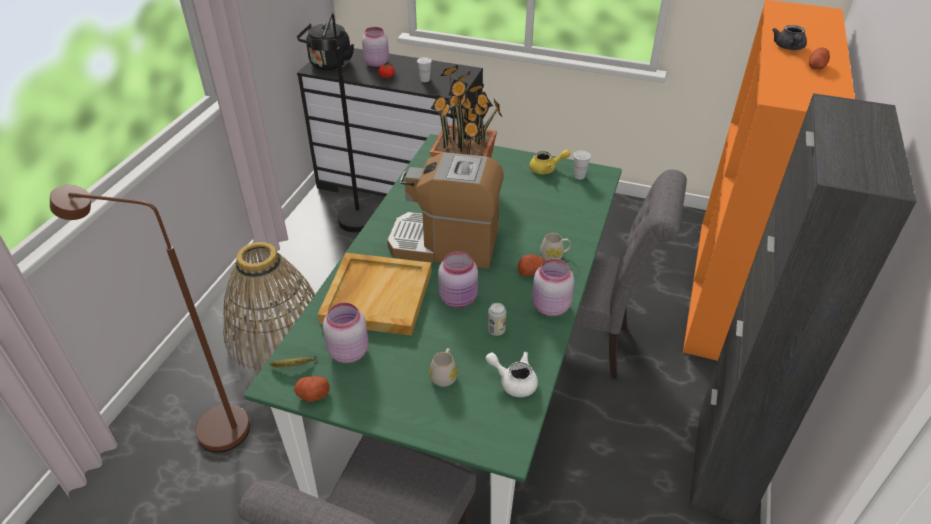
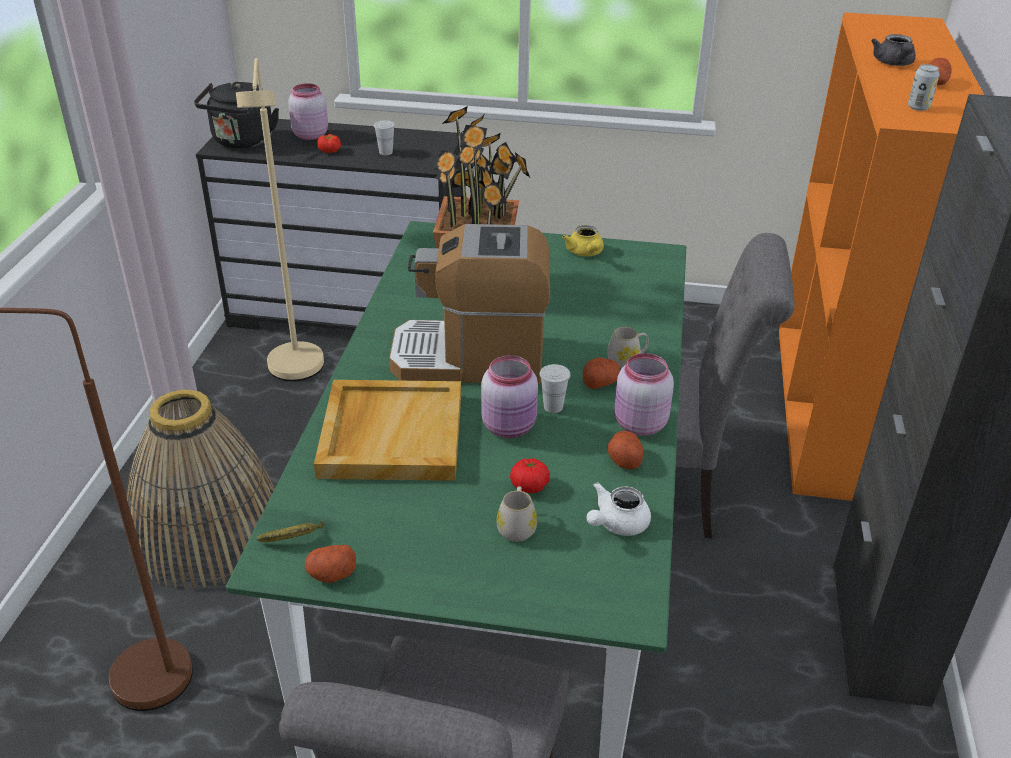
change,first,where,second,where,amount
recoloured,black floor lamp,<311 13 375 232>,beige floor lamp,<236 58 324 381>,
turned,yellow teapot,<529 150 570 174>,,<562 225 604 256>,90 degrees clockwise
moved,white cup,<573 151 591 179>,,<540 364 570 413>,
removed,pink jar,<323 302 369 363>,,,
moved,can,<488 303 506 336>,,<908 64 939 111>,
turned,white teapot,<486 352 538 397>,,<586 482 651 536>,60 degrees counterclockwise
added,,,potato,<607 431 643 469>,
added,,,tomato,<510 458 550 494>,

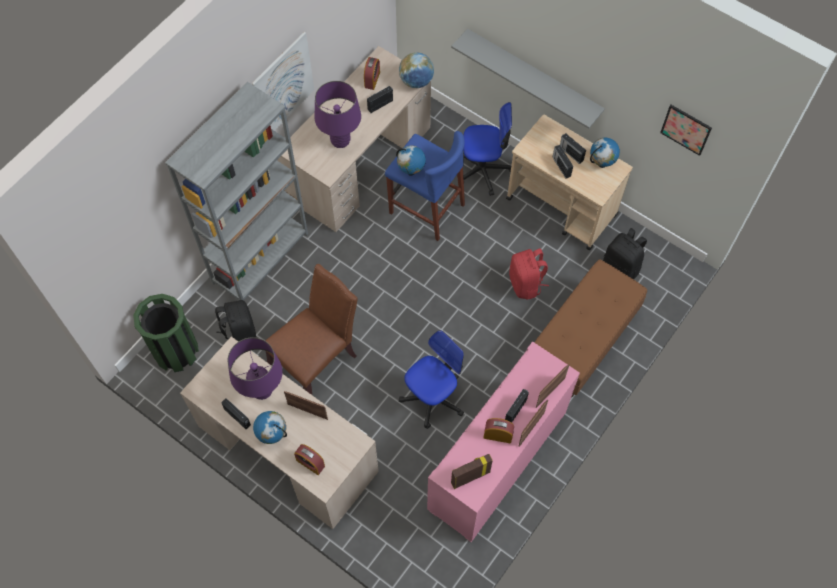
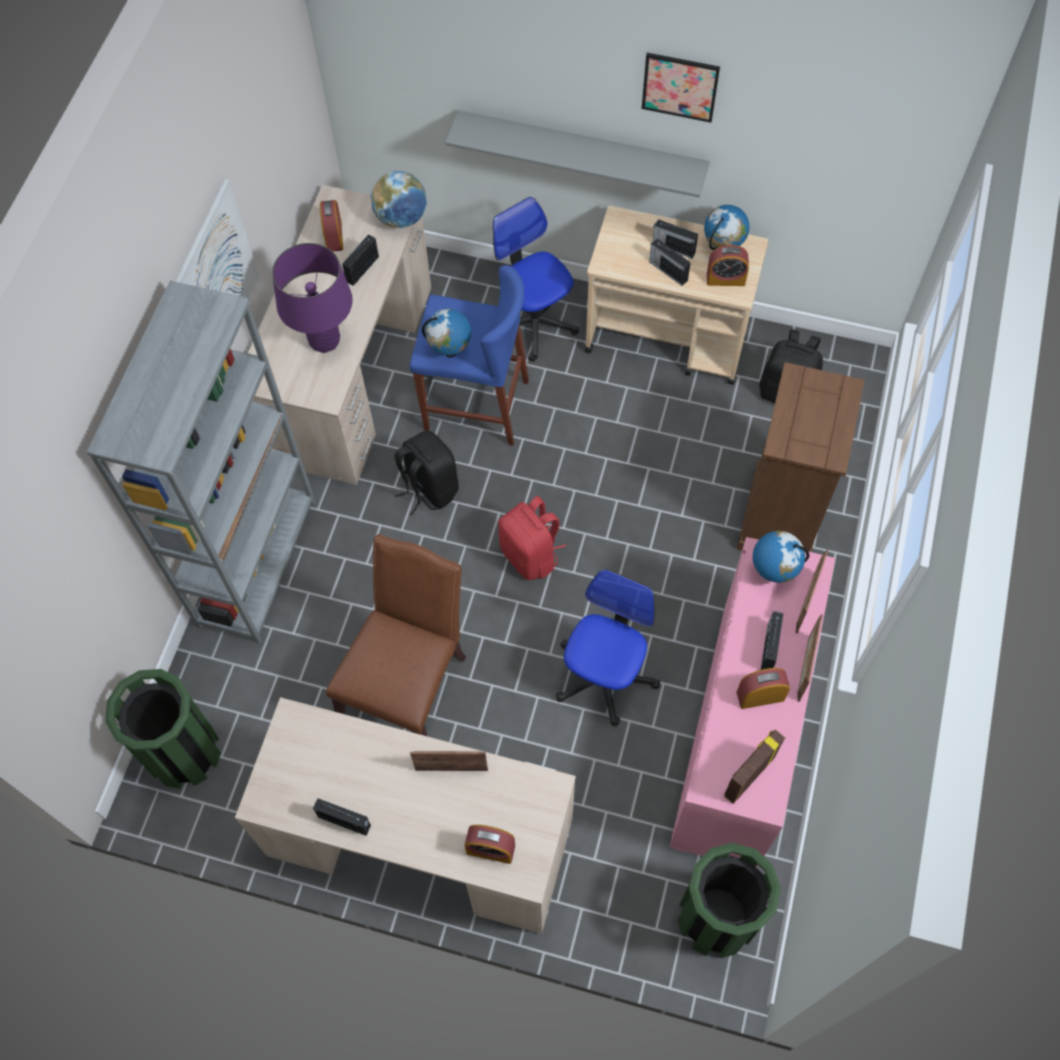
change,first,where,second,where,amount
turned,office chair,<463 102 512 196>,,<493 197 579 362>,105 degrees counterclockwise
moved,picture,<660 105 712 156>,,<642 53 720 123>,
moved,red backpack,<509 249 549 300>,,<498 496 566 580>,
replaced,brown bench,<534 259 647 397>,brown dresser,<737 362 865 552>,
moved,black backpack,<215 300 256 348>,,<394 430 459 515>,
removed,purple table lamp,<228 337 283 400>,,,
moved,globe,<253 411 287 444>,,<753 531 809 583>,
added,,,alarm clock,<707 245 749 286>,
added,,,green trash can,<678 843 781 958>,

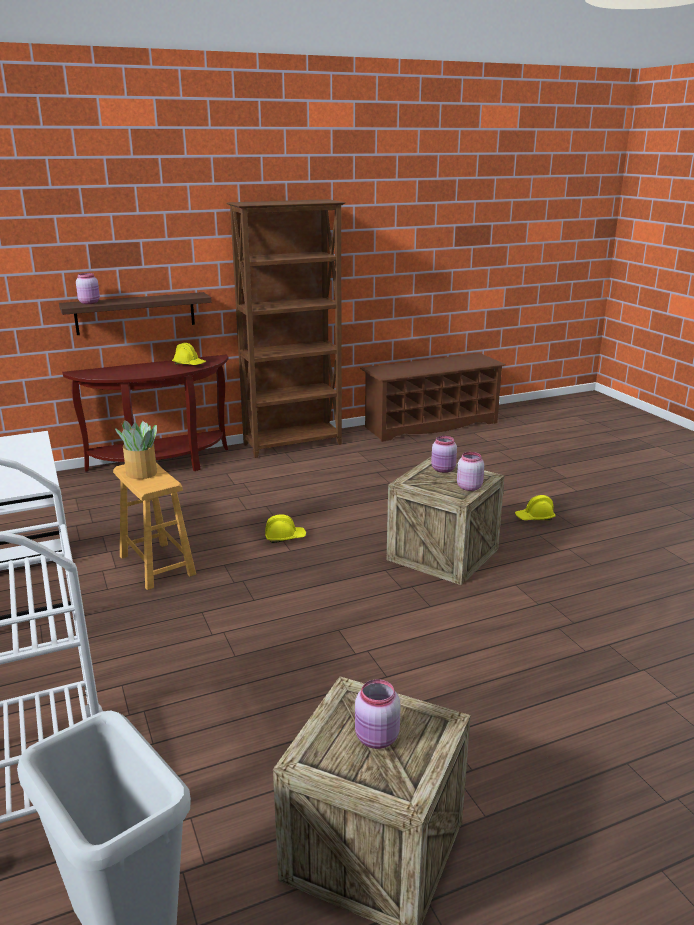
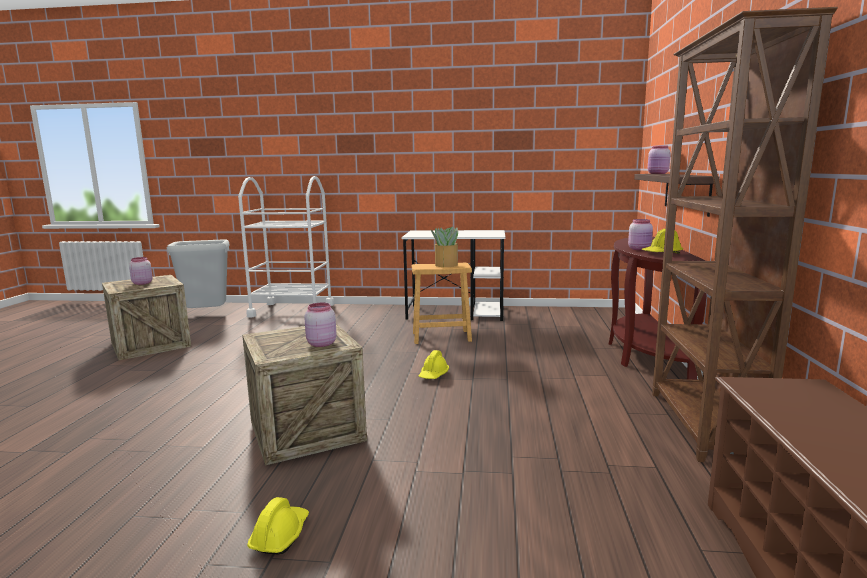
change,first,where,second,where,amount
moved,pink jar,<457 452 484 491>,,<628 219 653 250>,

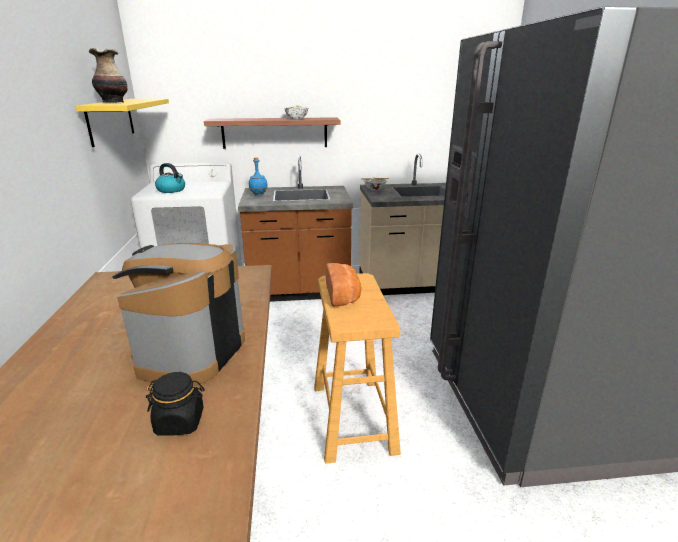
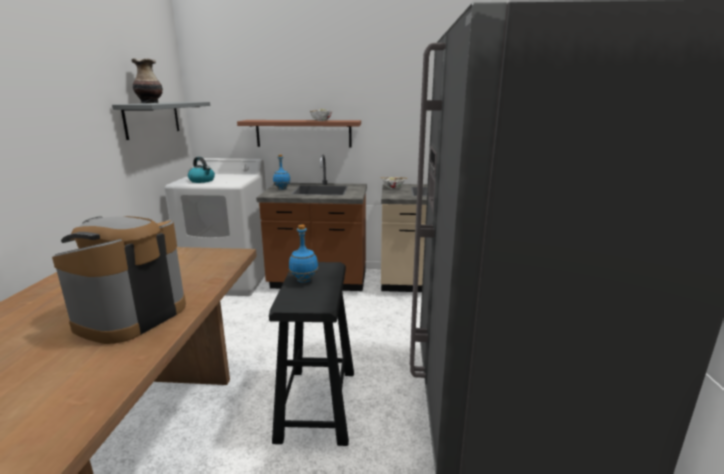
change,first,where,second,where,amount
recoloured,yellow shelf,<76 99 169 147>,grey shelf,<112 102 210 140>,
replaced,bread,<326 263 361 306>,blue bottle,<289 225 318 283>,
recoloured,beige stool,<314 273 401 464>,black stool,<269 262 354 446>,
removed,black jar,<146 372 205 435>,,,

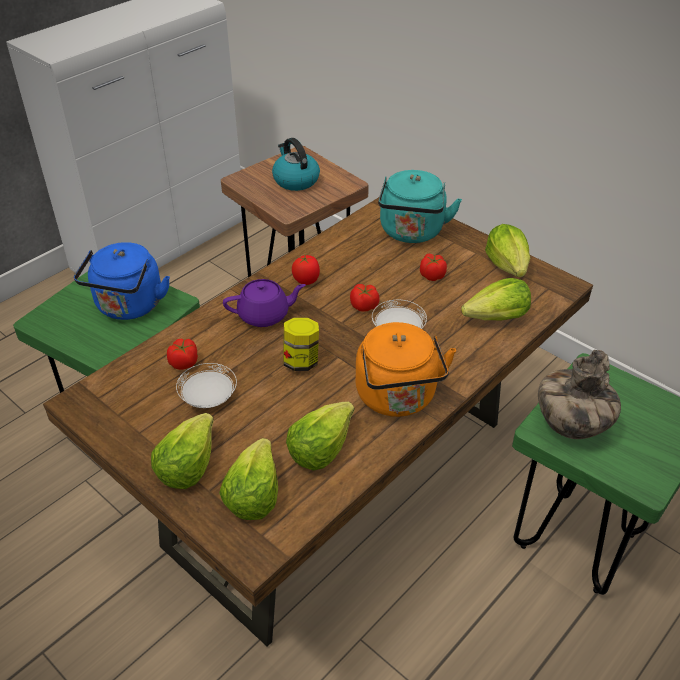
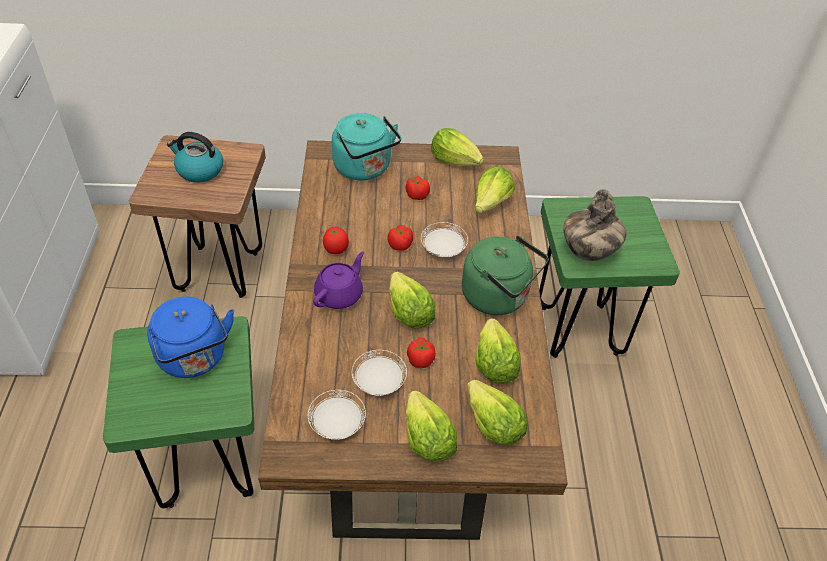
change,first,where,second,where,amount
replaced,jar,<283 318 319 371>,lettuce,<389 272 435 329>,
recoloured,orange kettle,<356 322 456 417>,green kettle,<462 236 549 315>,
moved,tomato,<167 338 198 370>,,<407 337 436 368>,
added,,,white plate,<308 390 366 440>,

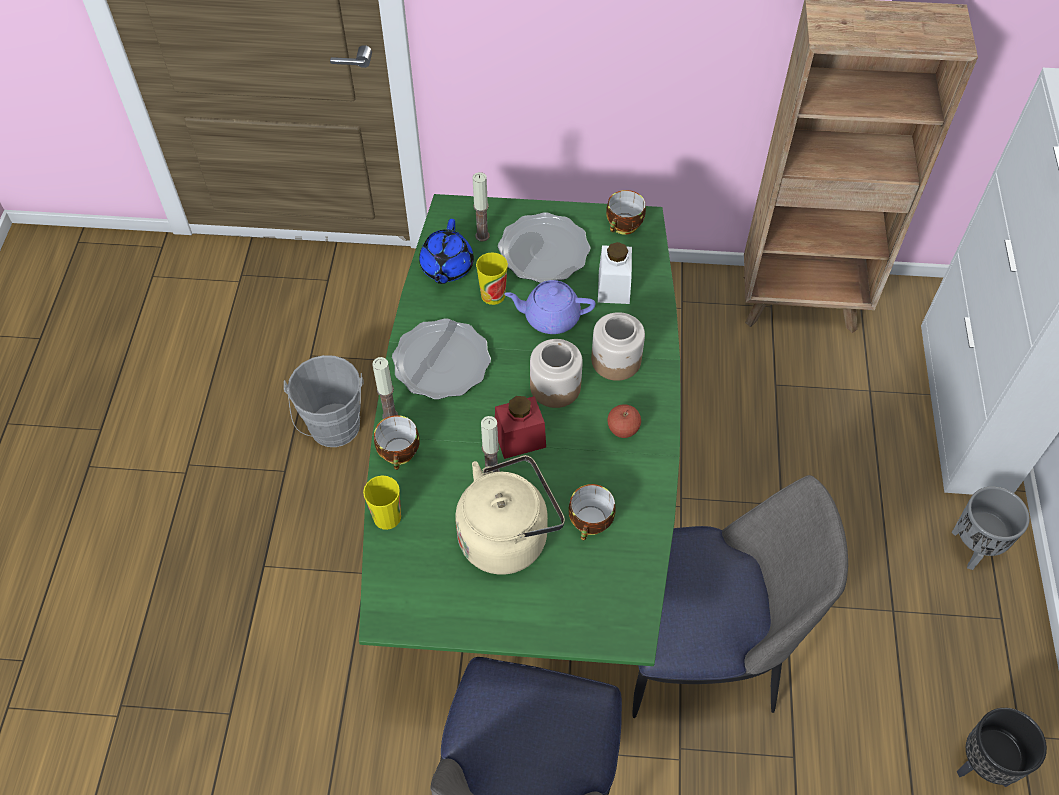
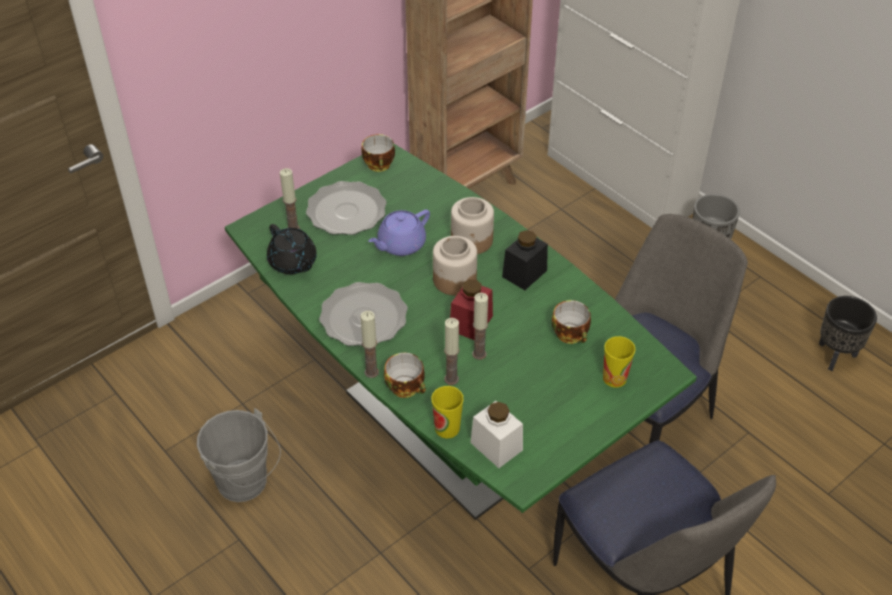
change,first,where,second,where,amount
recoloured,blue teapot,<419 219 474 284>,black teapot,<267 224 317 274>,
moved,white jar,<598 242 632 304>,,<470 401 523 468>,
moved,cup,<476 252 508 305>,,<603 336 636 388>,
replaced,apple,<607 405 641 438>,black jar,<502 230 548 290>,
removed,beige kettle,<455 455 565 575>,,,
added,,,candle,<444 318 460 385>,

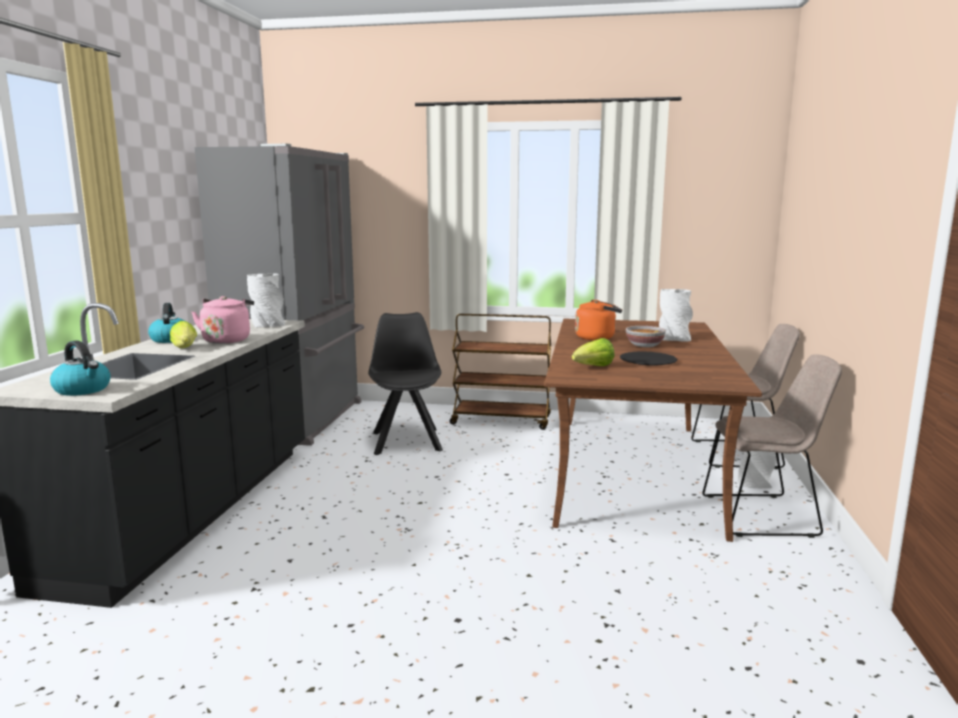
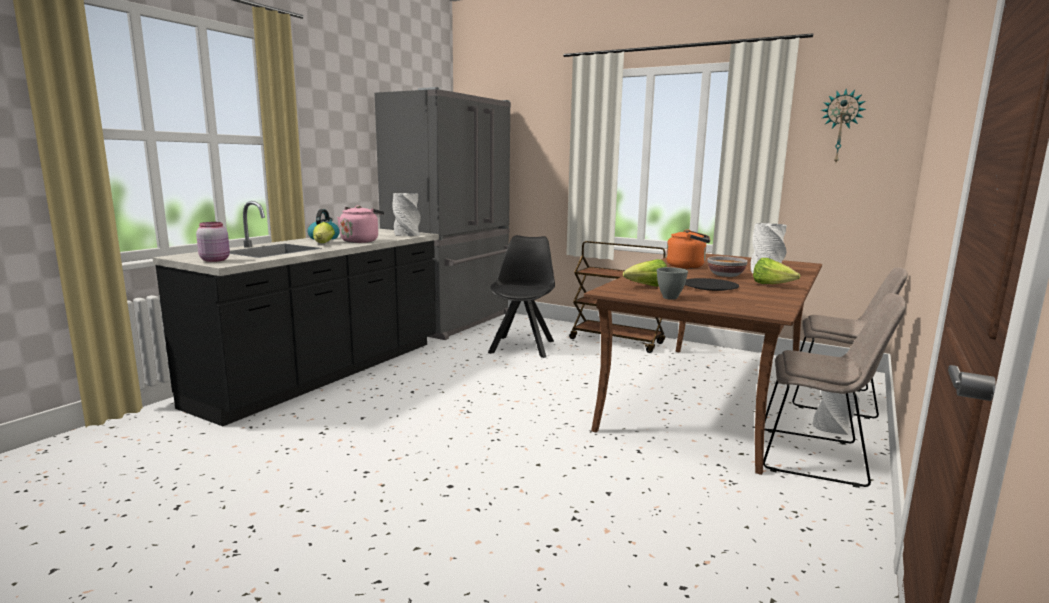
change,first,where,second,where,amount
replaced,kettle,<50 340 111 396>,pink jar,<196 222 230 262>,
added,,,wall clock,<821 89 866 162>,
added,,,lettuce,<753 258 800 284>,
added,,,grey bowl,<657 267 688 300>,

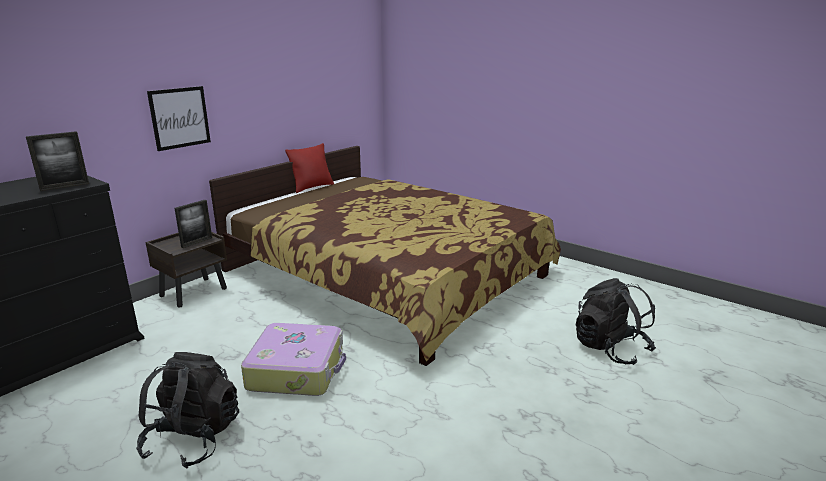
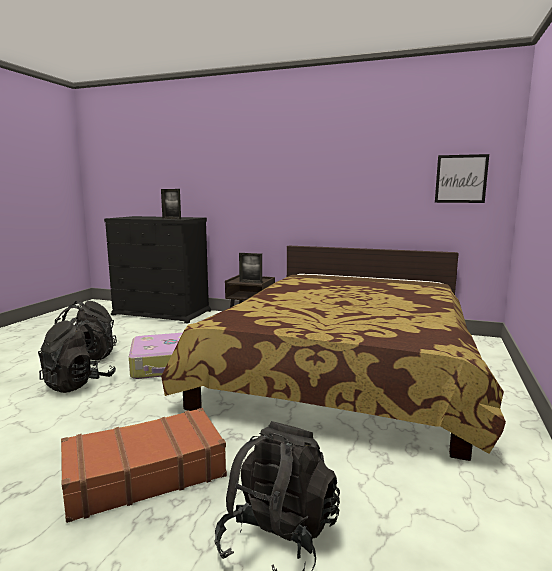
change,first,where,second,where,amount
moved,picture,<147 86 211 151>,,<435 154 489 203>,
removed,red pillow,<285 143 334 193>,,,
added,,,black backpack,<38 317 116 393>,
added,,,brown suitcase,<61 408 227 523>,

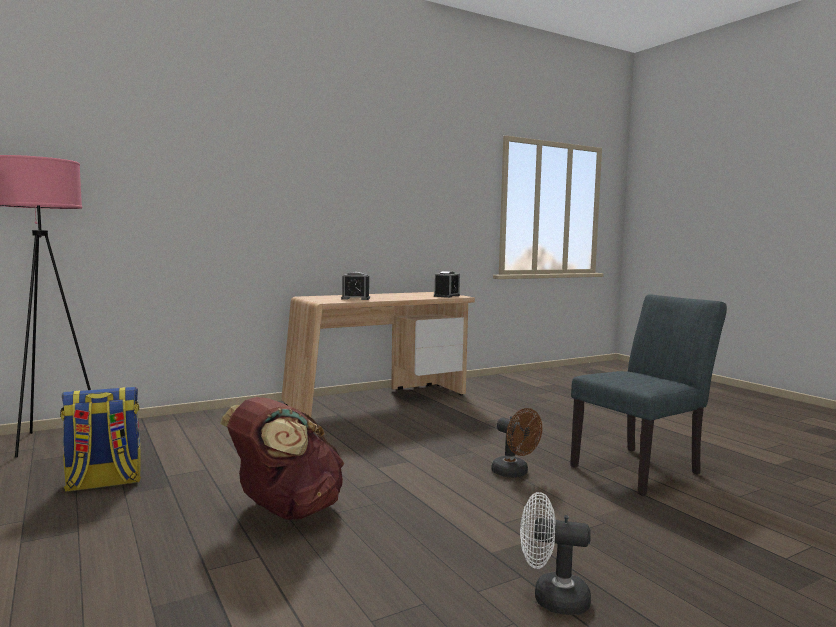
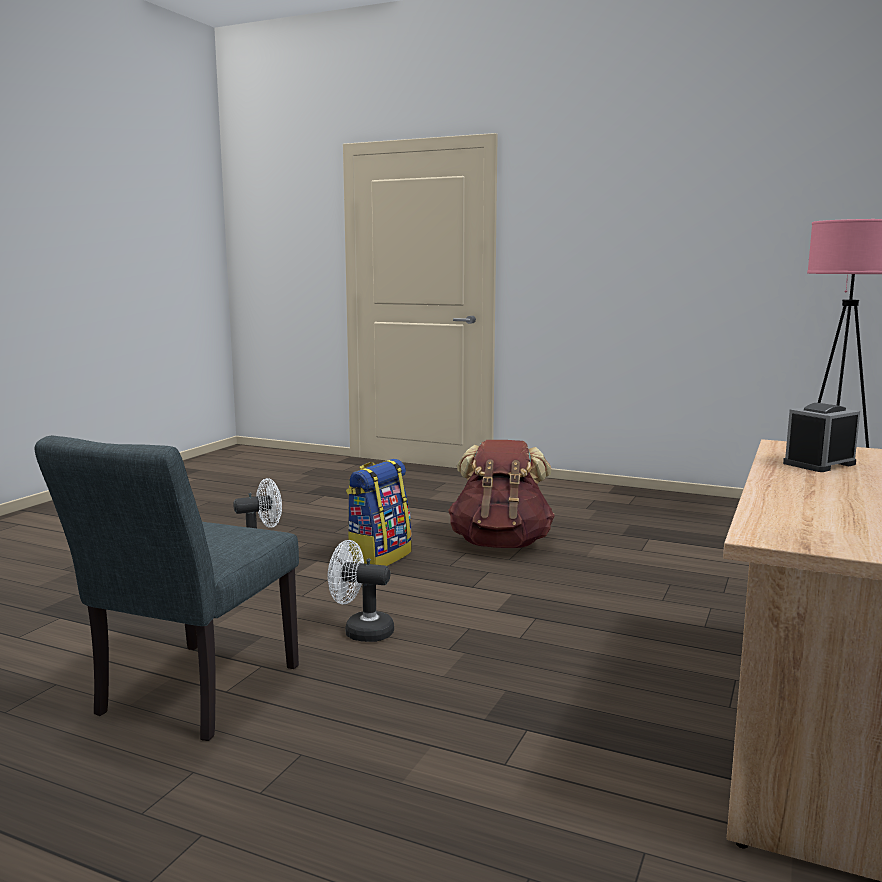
change,first,where,second,where,amount
removed,alarm clock,<434 271 460 298>,,,
moved,backpack,<60 387 141 492>,,<346 459 412 566>,
recoloured,brown fan,<491 408 542 478>,white fan,<328 540 394 642>,

